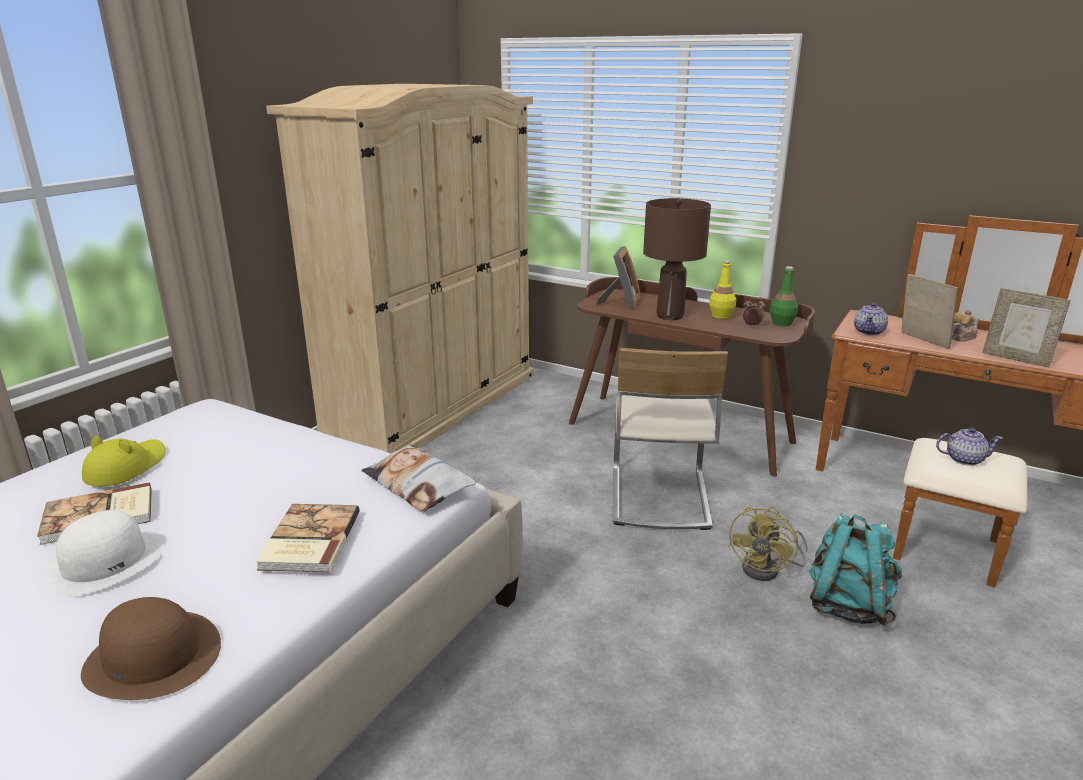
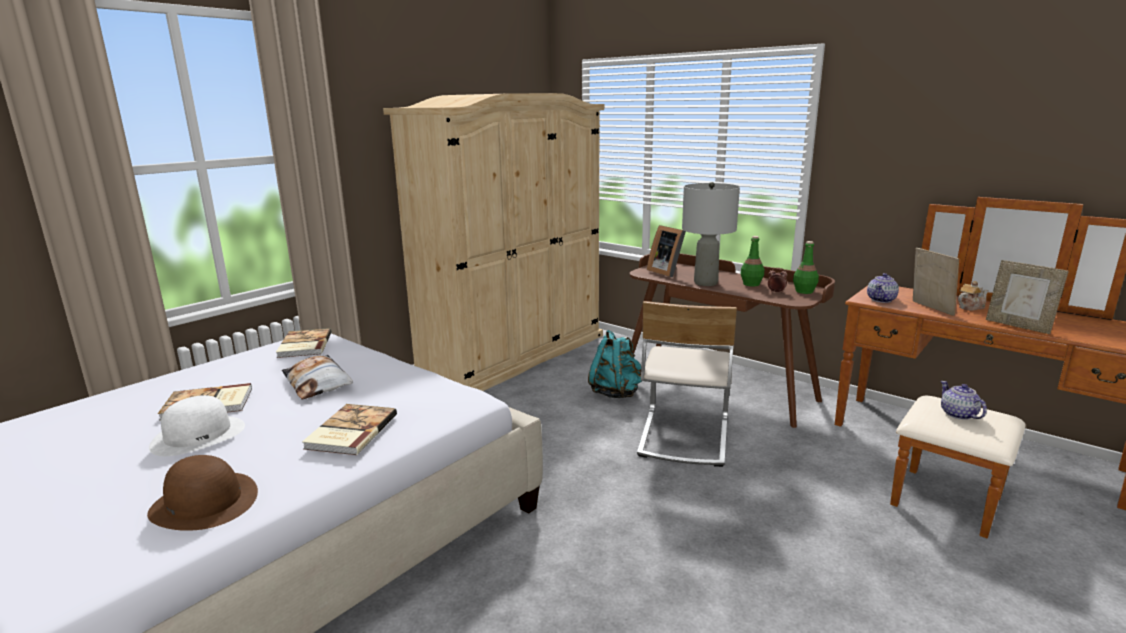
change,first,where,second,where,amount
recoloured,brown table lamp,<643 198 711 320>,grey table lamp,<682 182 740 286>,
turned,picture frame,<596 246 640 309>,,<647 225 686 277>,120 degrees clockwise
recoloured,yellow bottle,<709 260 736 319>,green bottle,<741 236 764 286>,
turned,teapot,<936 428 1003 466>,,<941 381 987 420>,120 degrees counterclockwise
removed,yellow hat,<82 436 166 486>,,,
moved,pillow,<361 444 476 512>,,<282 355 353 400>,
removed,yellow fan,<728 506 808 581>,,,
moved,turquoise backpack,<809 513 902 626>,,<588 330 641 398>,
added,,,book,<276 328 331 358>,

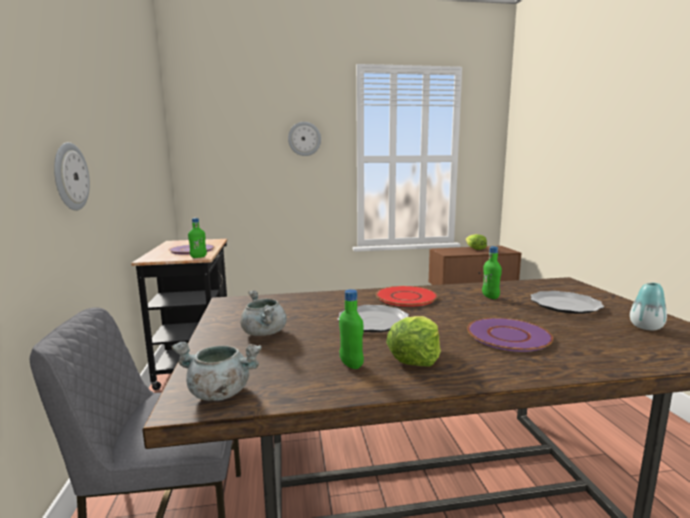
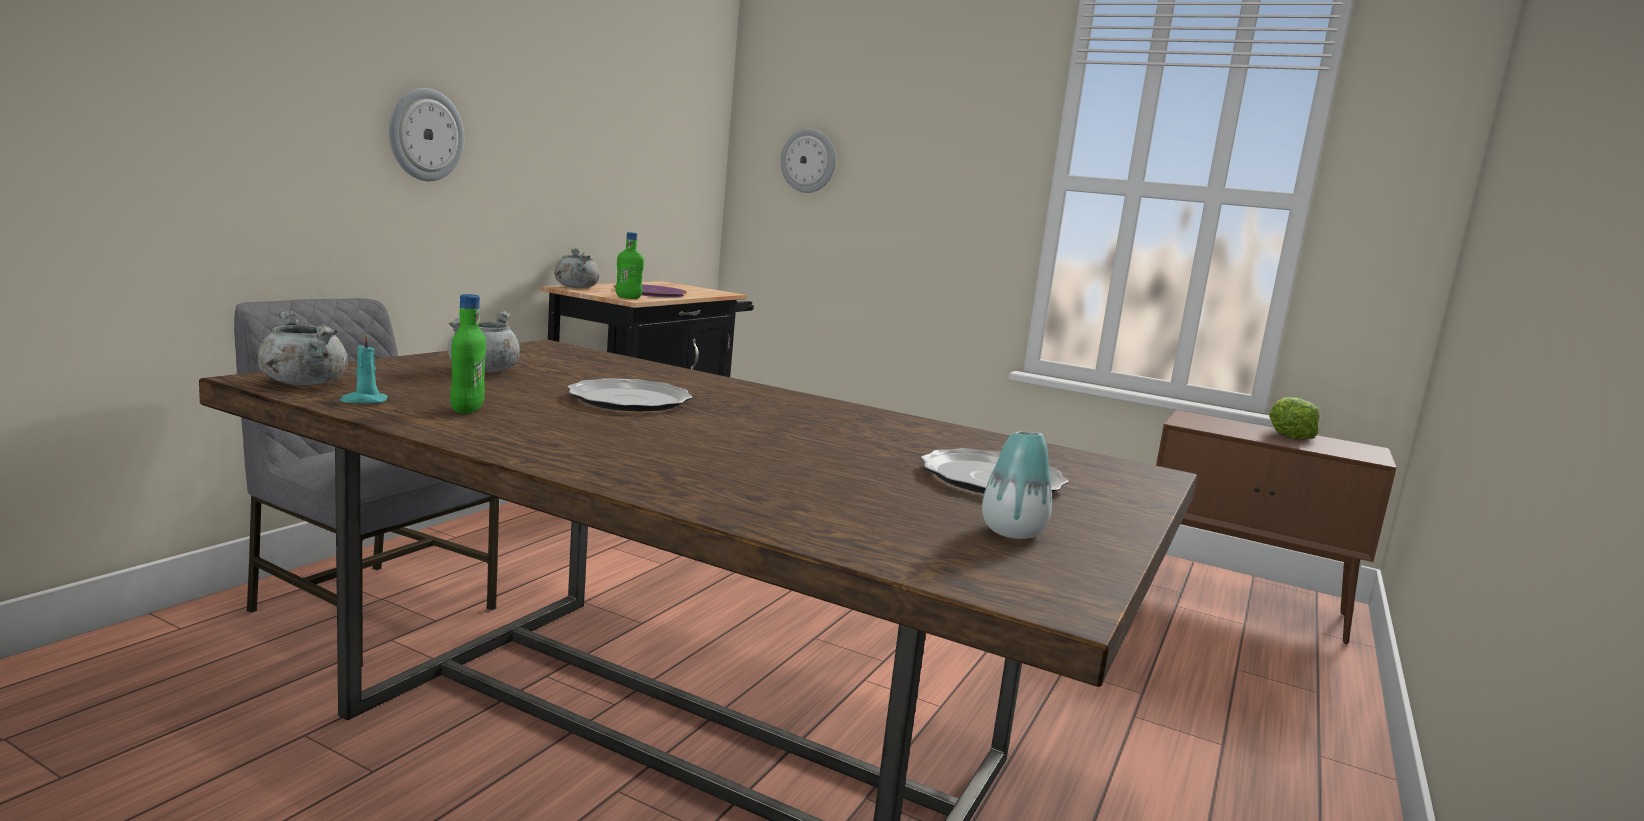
change,first,where,second,where,amount
moved,wall clock,<288 122 321 156>,,<781 129 836 193>,
removed,green bottle,<482 246 502 299>,,,
removed,red plate,<376 286 438 307>,,,
removed,lettuce,<386 316 441 367>,,,
removed,purple plate,<467 318 553 352>,,,
added,,,grey cooking pot,<554 248 600 288>,
added,,,turquoise candle,<340 333 388 403>,

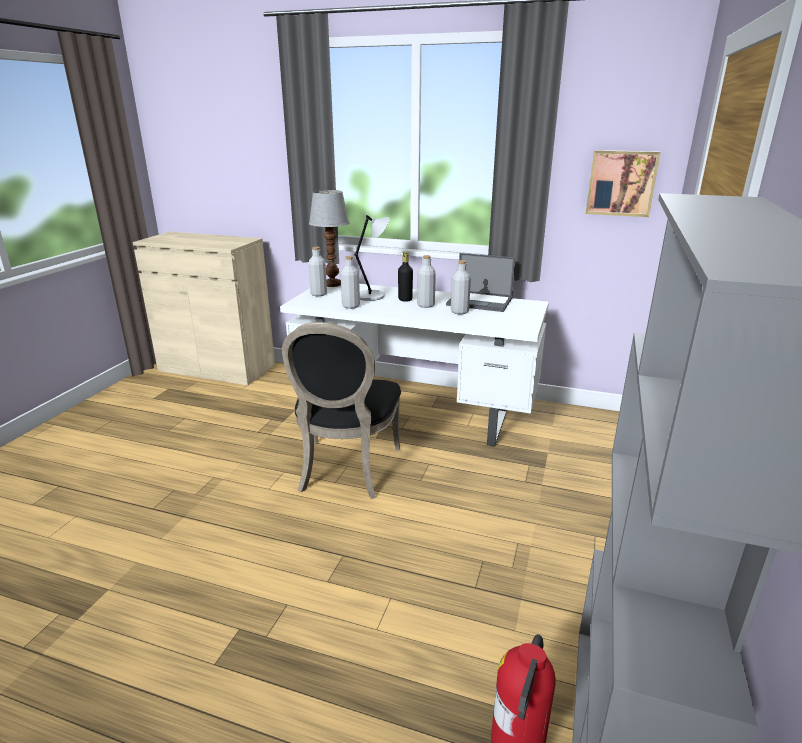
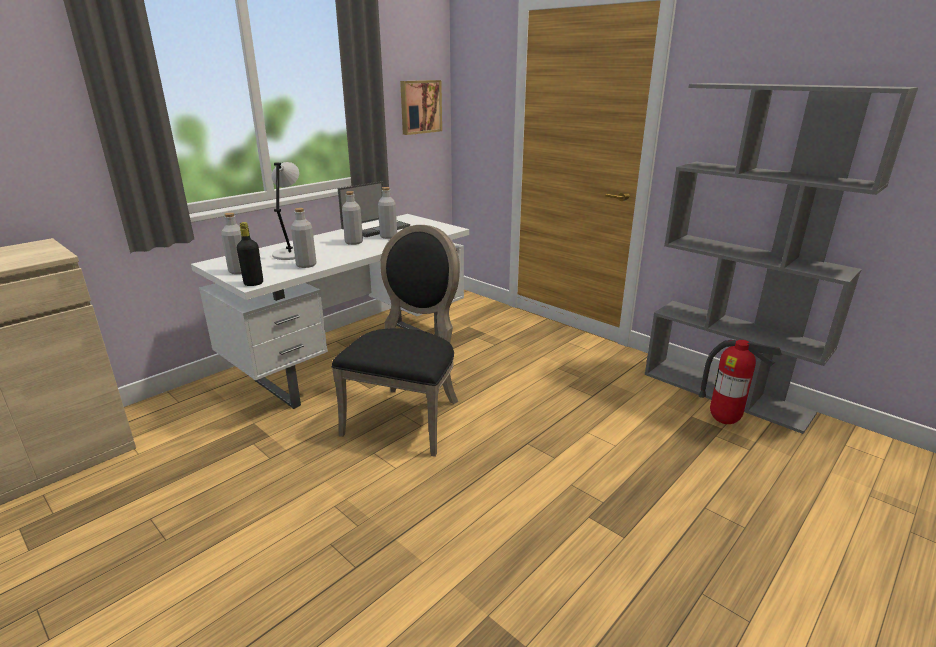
change,first,where,second,where,amount
removed,table lamp,<309 190 350 287>,,,
moved,black bottle,<398 251 413 302>,,<237 222 263 286>,
turned,black chair,<282 322 401 499>,,<331 225 460 457>,105 degrees counterclockwise

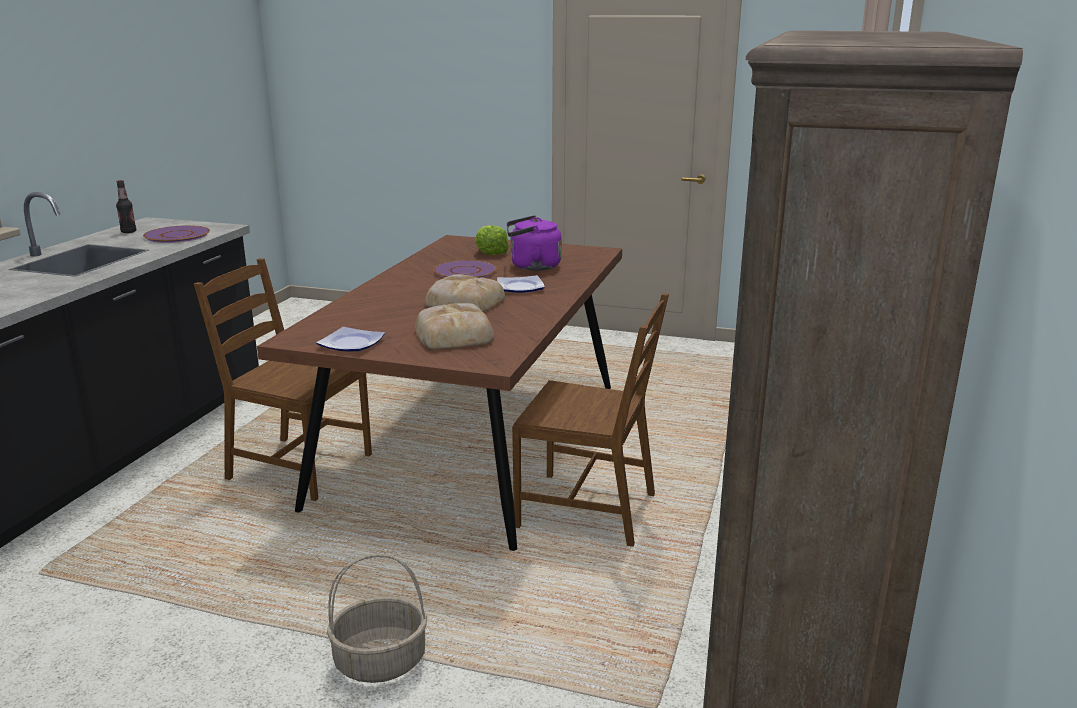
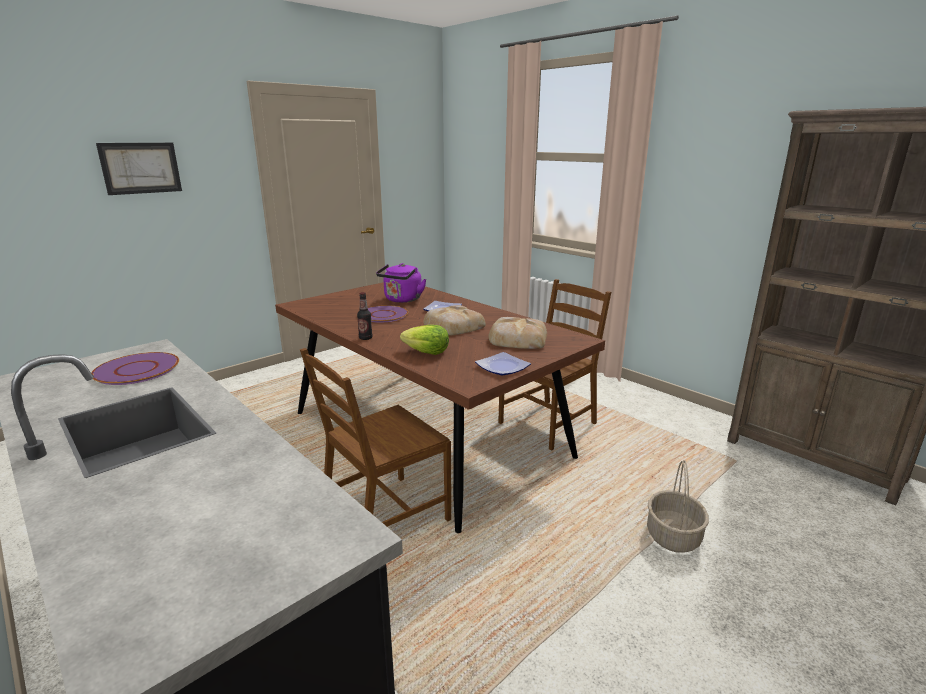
change,first,where,second,where,amount
moved,bottle,<116 180 136 233>,,<357 292 373 340>,
moved,lettuce,<475 225 509 255>,,<400 325 449 355>,
added,,,picture,<96 143 182 195>,

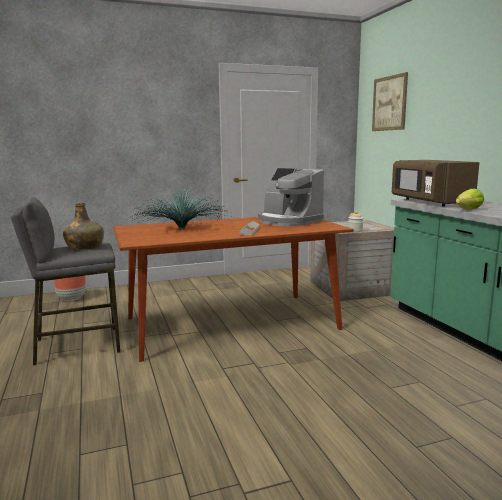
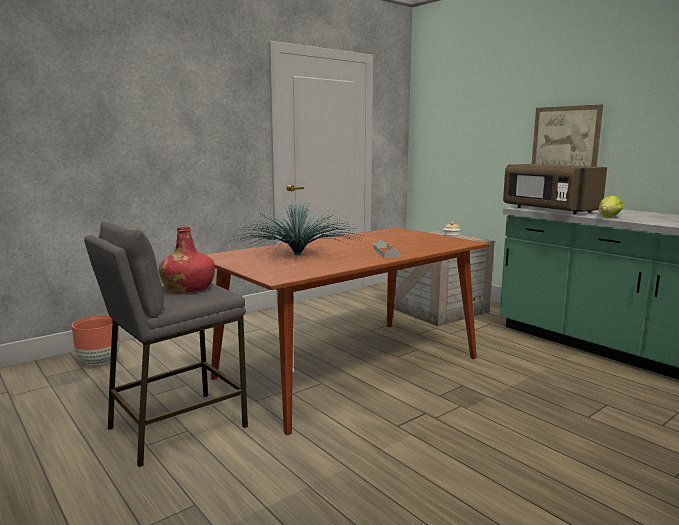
change,first,where,second,where,amount
moved,picture,<372 72 408 131>,,<532 104 603 167>,
removed,coffee machine,<258 168 324 226>,,,
recoloured,green bottle,<63 203 104 249>,red bottle,<159 226 215 293>,

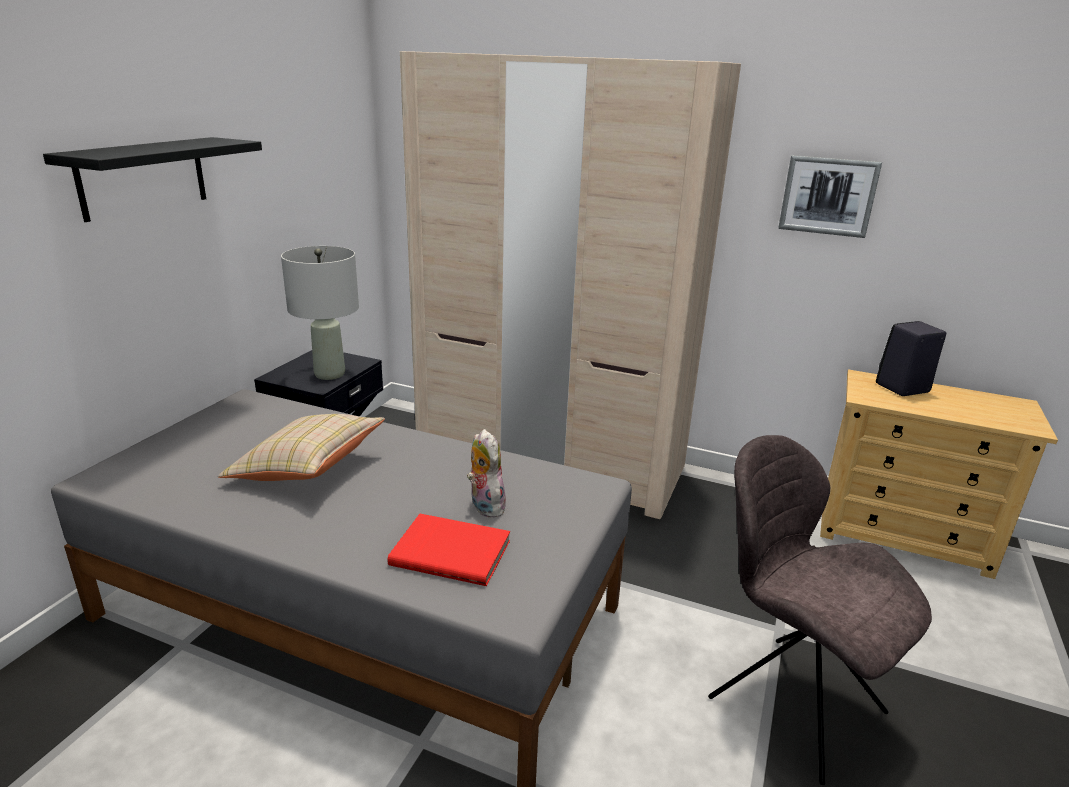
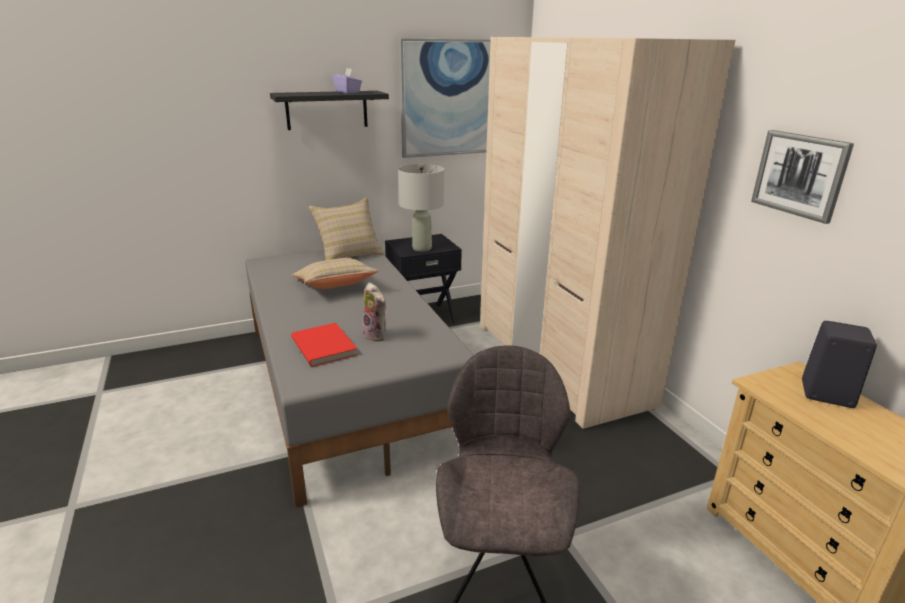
change,first,where,second,where,amount
turned,plush toy,<467 429 506 517>,,<362 282 386 342>,120 degrees clockwise
added,,,picture,<399 38 491 158>,
added,,,purple tissue box,<332 69 362 93>,
added,,,beige pillow,<309 198 385 260>,

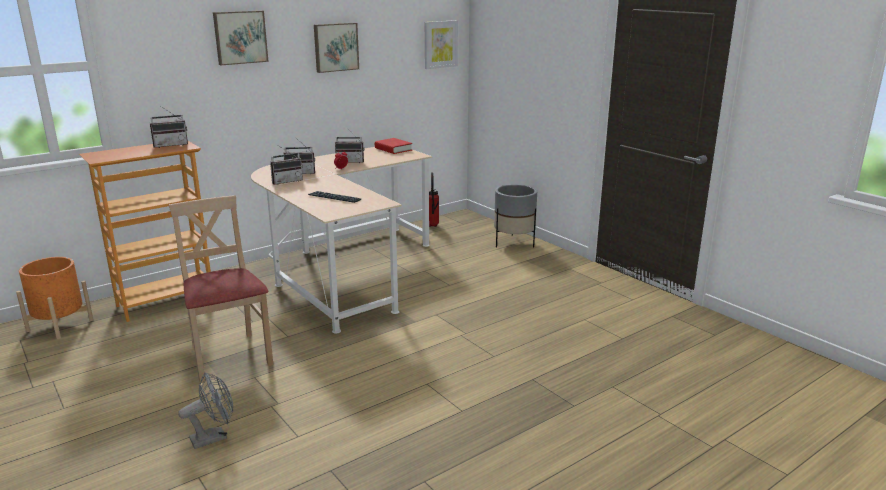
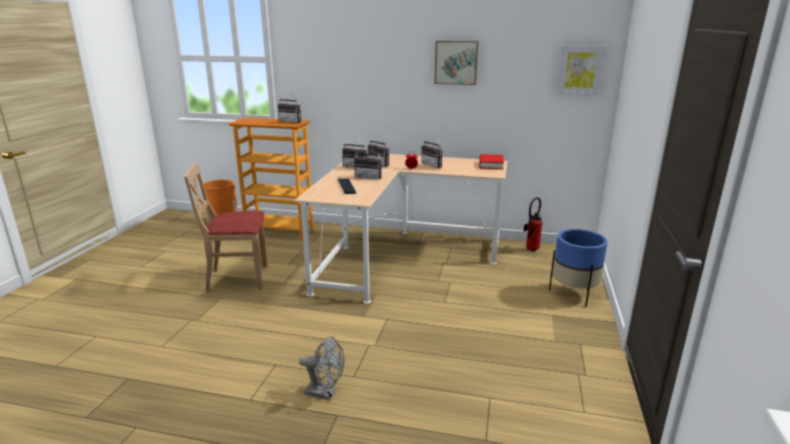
change,first,where,second,where,amount
removed,picture,<213 11 269 65>,,,
recoloured,grey planter,<494 184 537 247>,blue planter,<549 229 608 307>,
turned,beige chair,<169 195 273 383>,,<184 163 267 292>,120 degrees counterclockwise
moved,grey fan,<178 372 233 449>,,<299 336 344 400>,
added,,,radio,<354 144 382 180>,

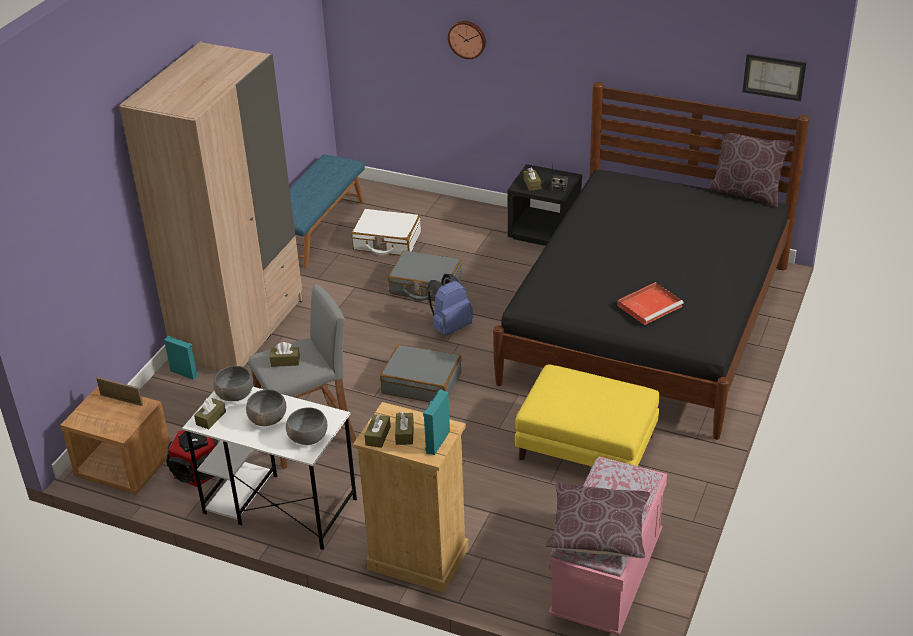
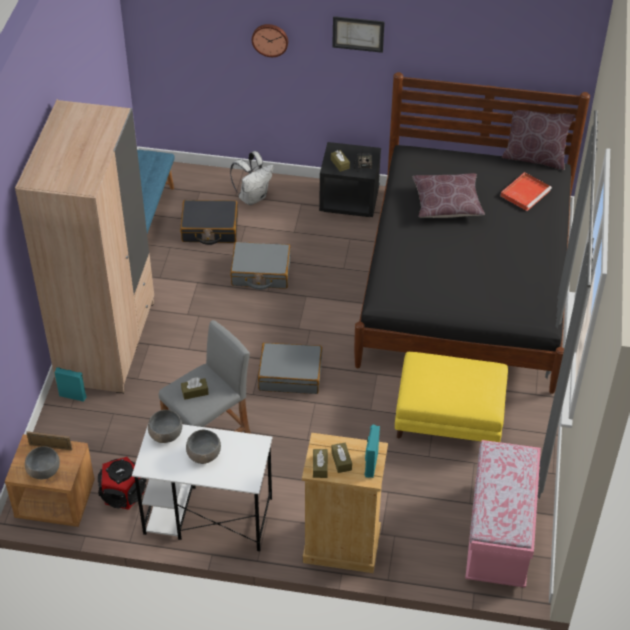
change,first,where,second,where,amount
moved,picture,<742 54 806 101>,,<332 16 385 53>,
recoloured,white suitcase,<351 209 421 256>,black suitcase,<180 200 238 245>,
removed,blue backpack,<427 274 474 336>,,,
moved,red tray,<617 282 684 325>,,<500 172 552 211>,
removed,brown tissue box,<194 397 226 429>,,,
moved,grey bowl,<286 407 327 445>,,<25 446 60 479>,
moved,brown pillow,<545 483 650 558>,,<413 173 485 218>,
added,,,white backpack,<230 151 273 205>,

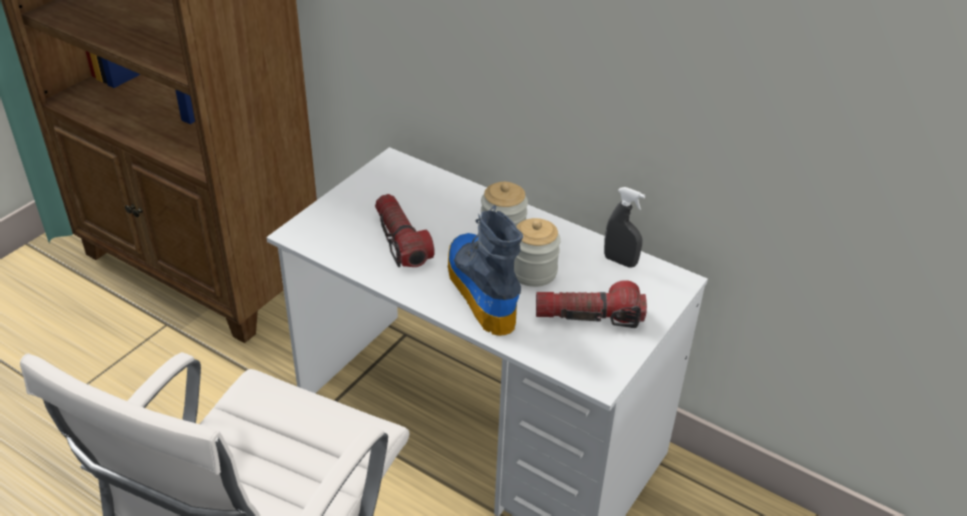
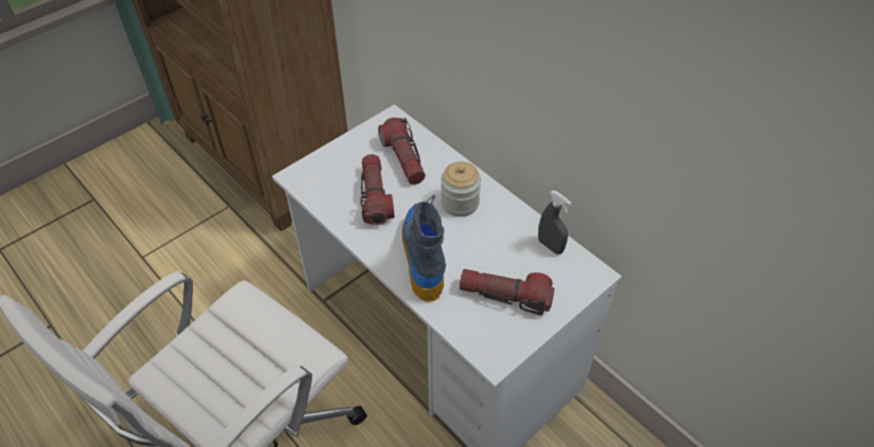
change,first,where,second,where,amount
removed,jar,<514 218 561 287>,,,
added,,,flashlight,<378 117 426 185>,

